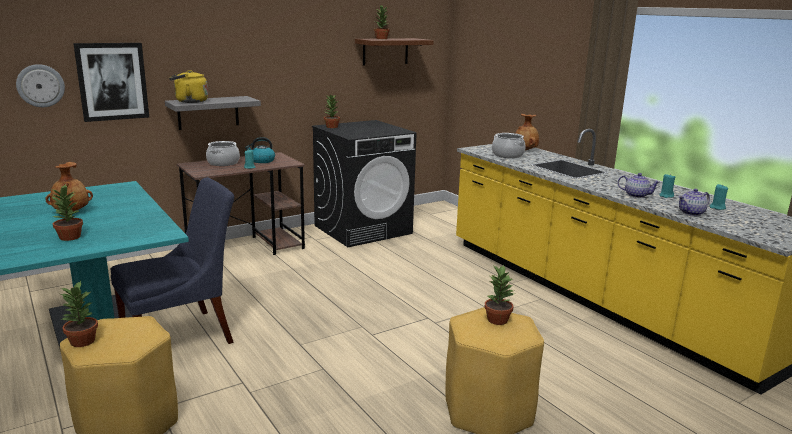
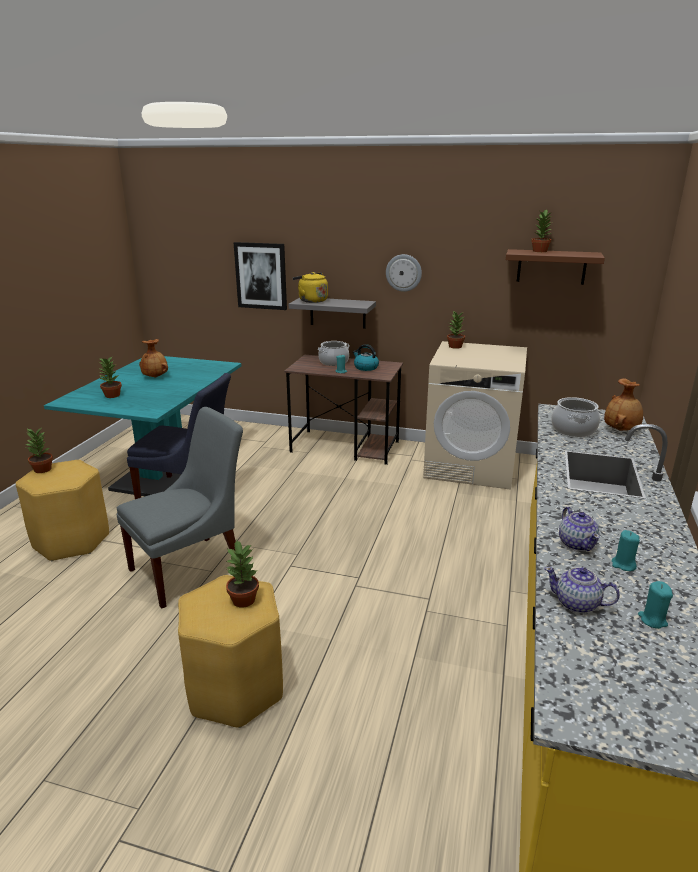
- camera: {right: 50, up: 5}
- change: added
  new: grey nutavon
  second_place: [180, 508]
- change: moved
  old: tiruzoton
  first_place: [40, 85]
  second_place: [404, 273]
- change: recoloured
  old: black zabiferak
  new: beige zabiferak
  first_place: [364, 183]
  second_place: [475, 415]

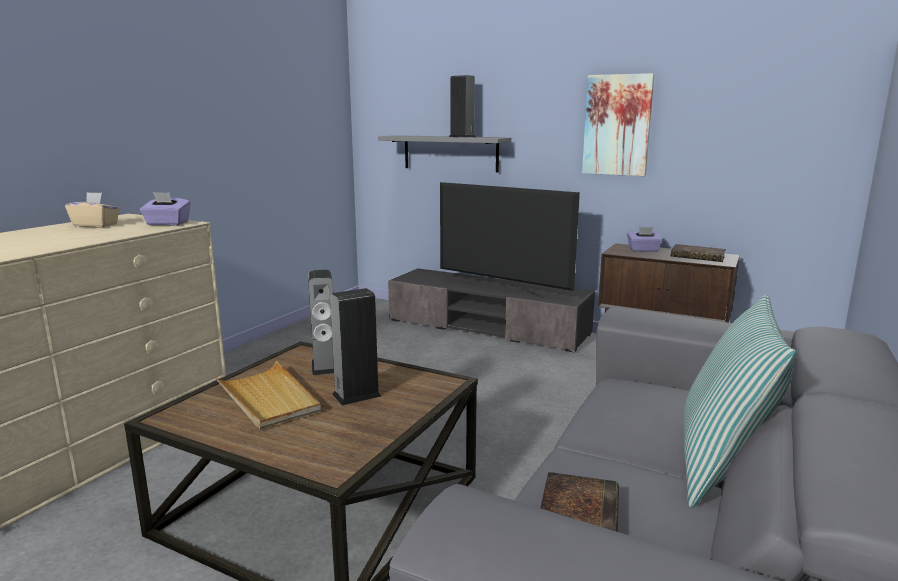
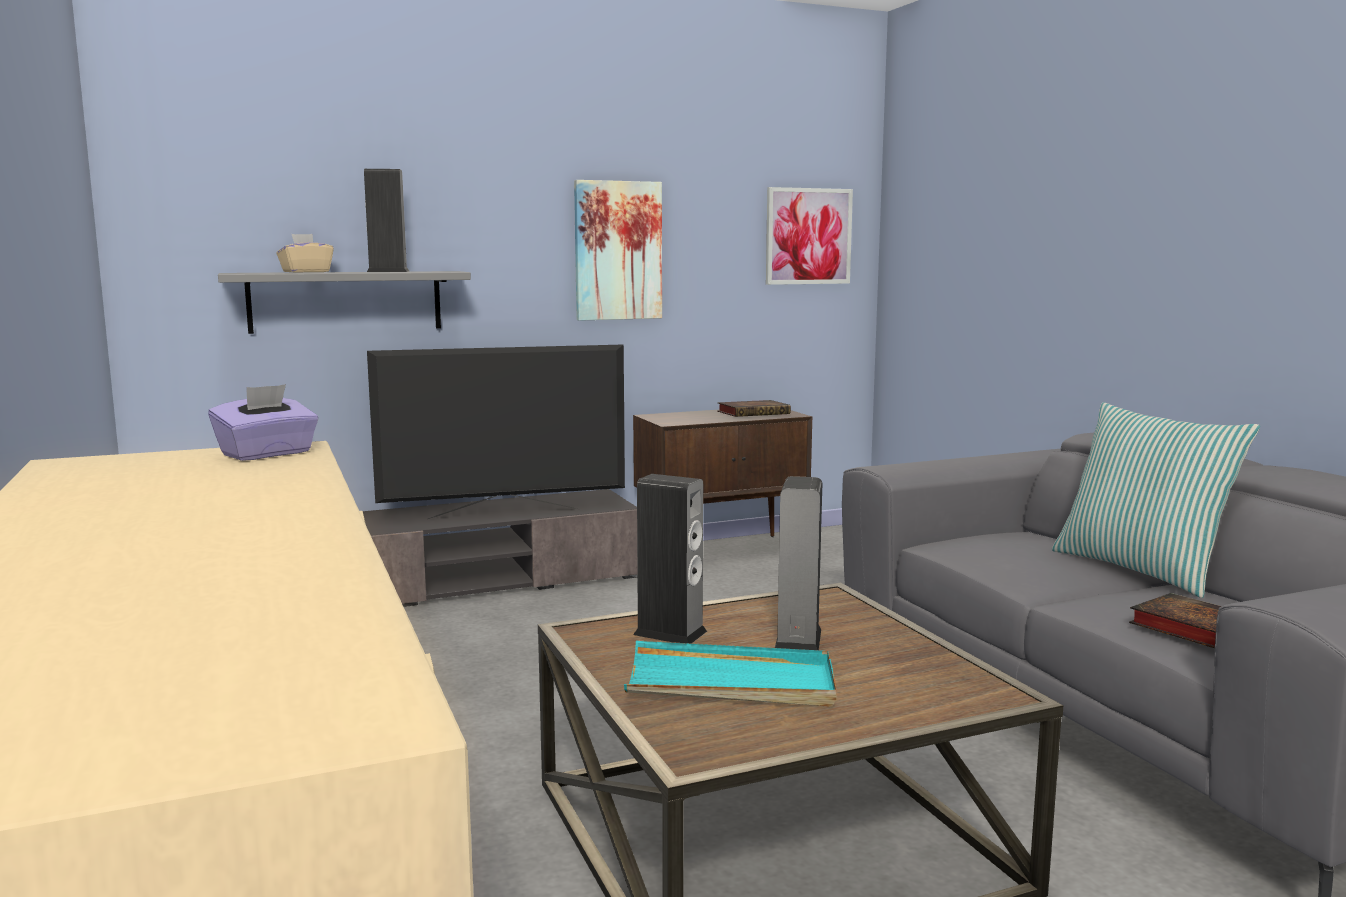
- camera: {right: -50, up: -5}
- change: moved
  old: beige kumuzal
  first_place: [92, 210]
  second_place: [305, 253]
- change: recoloured
  old: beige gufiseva
  new: turquoise gufiseva
  first_place: [267, 395]
  second_place: [730, 673]
- change: added
  new: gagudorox
  second_place: [809, 236]
- change: removed
  old: purple kumuzal
  first_place: [645, 239]

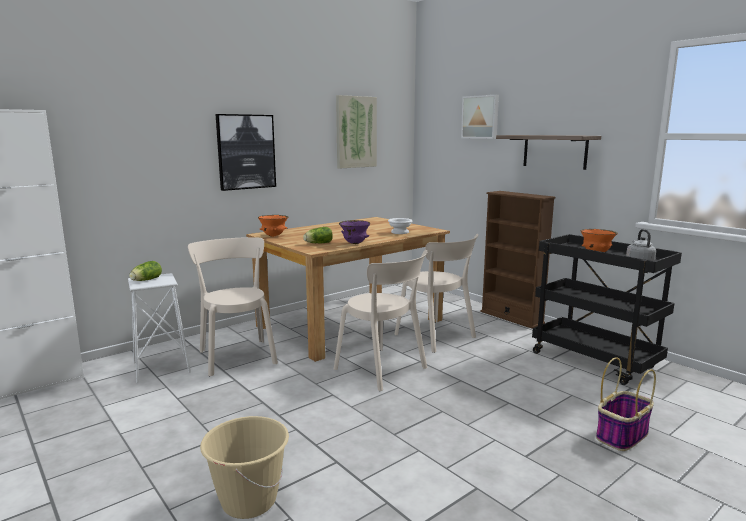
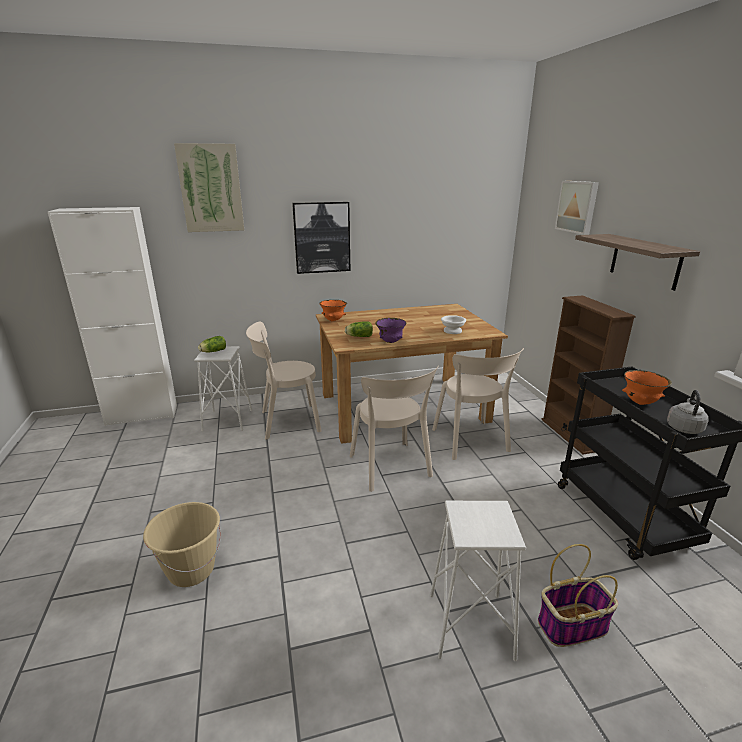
- camera: {right: 25, up: 10}
- change: moved
  old: gagudorox
  first_place: [356, 131]
  second_place: [209, 187]
- change: turned
  old: beige nutavon
  first_place: [233, 306]
  second_place: [283, 381]
  degrees: -105
- change: added
  new: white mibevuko
  second_place: [478, 581]

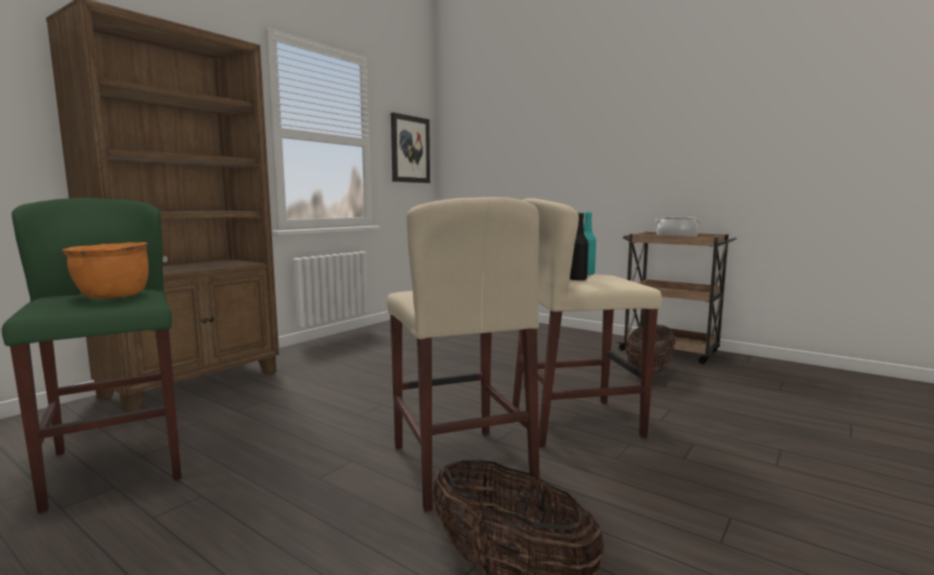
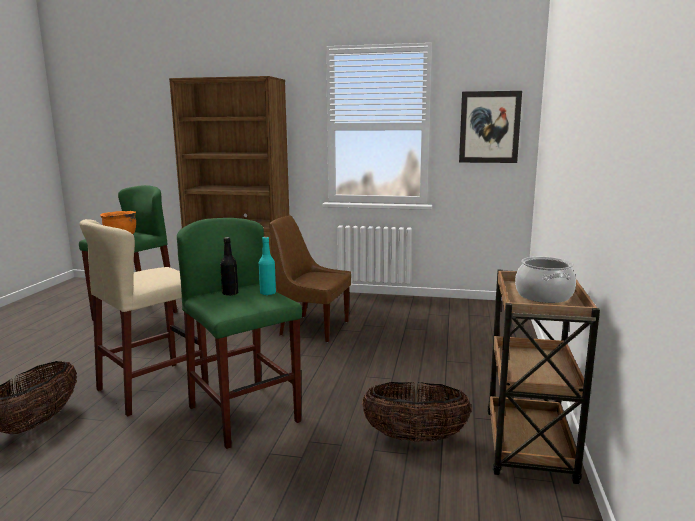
- camera: {right: 65, up: 5}
- change: recoloured
  old: beige mibevuko
  new: green mibevuko
  first_place: [587, 322]
  second_place: [239, 333]
- change: added
  new: brown nutavon
  second_place: [310, 278]

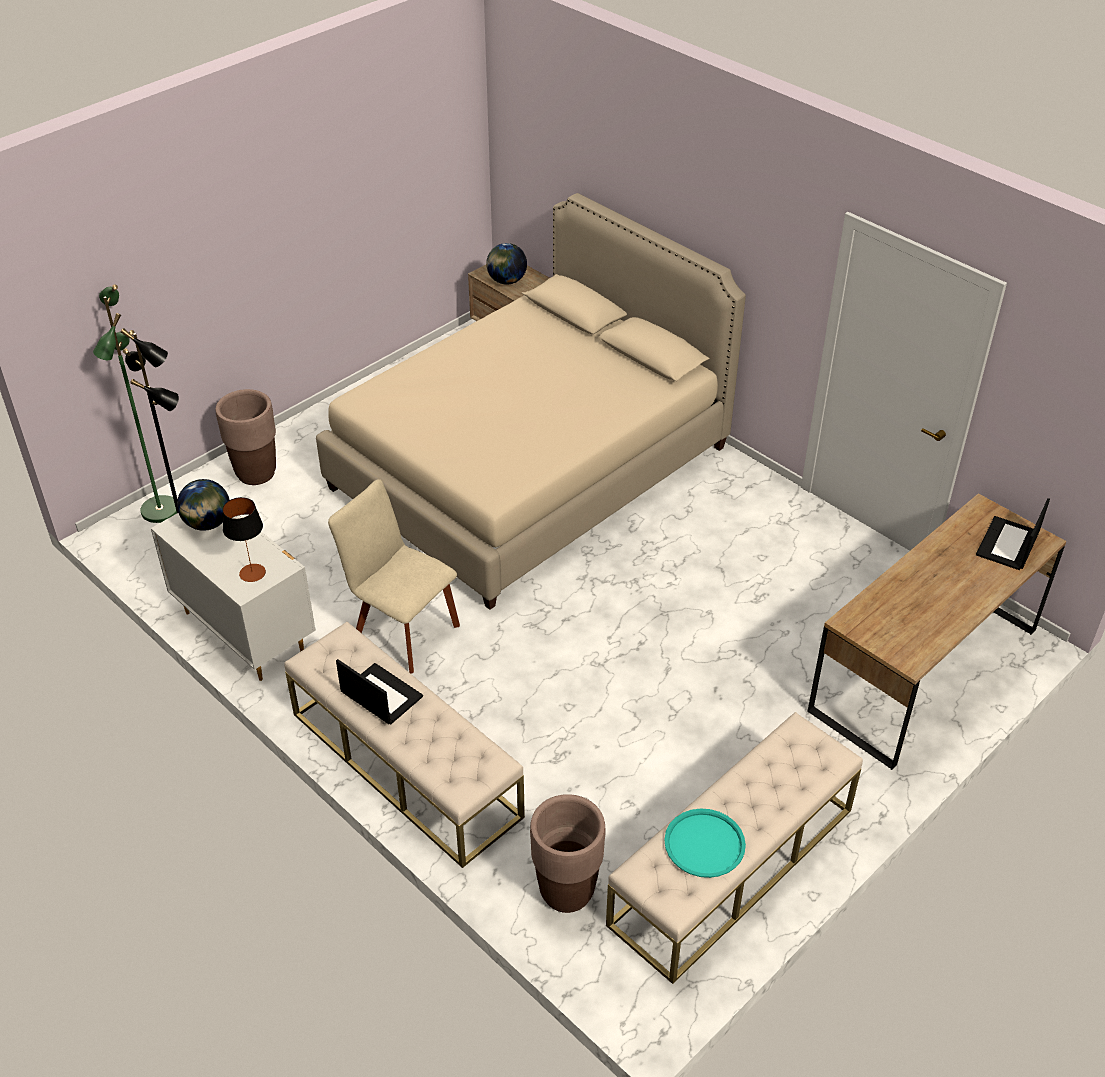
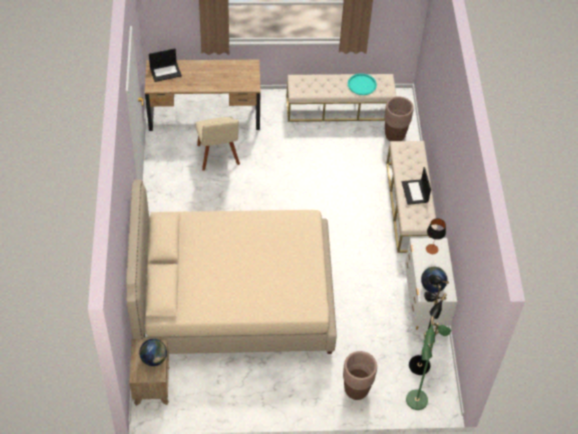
- camera: {right: -140, up: 10}
- change: moved
  old: beige nutavon
  first_place: [394, 576]
  second_place: [217, 144]

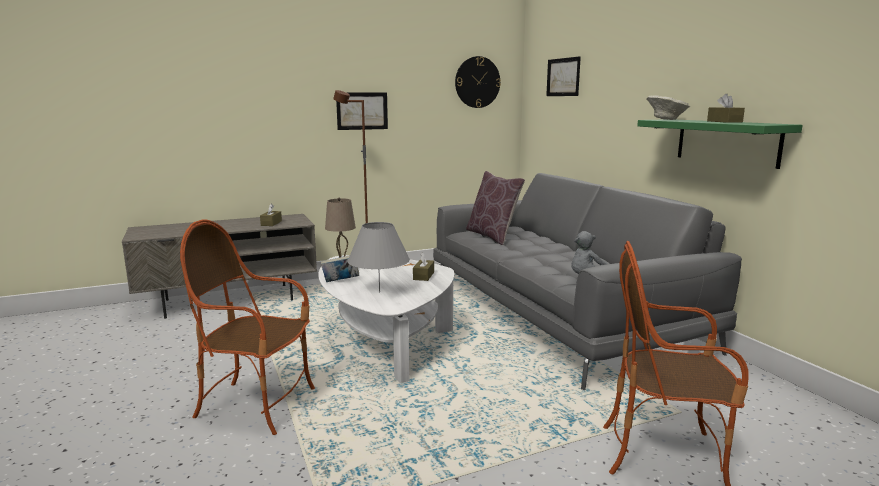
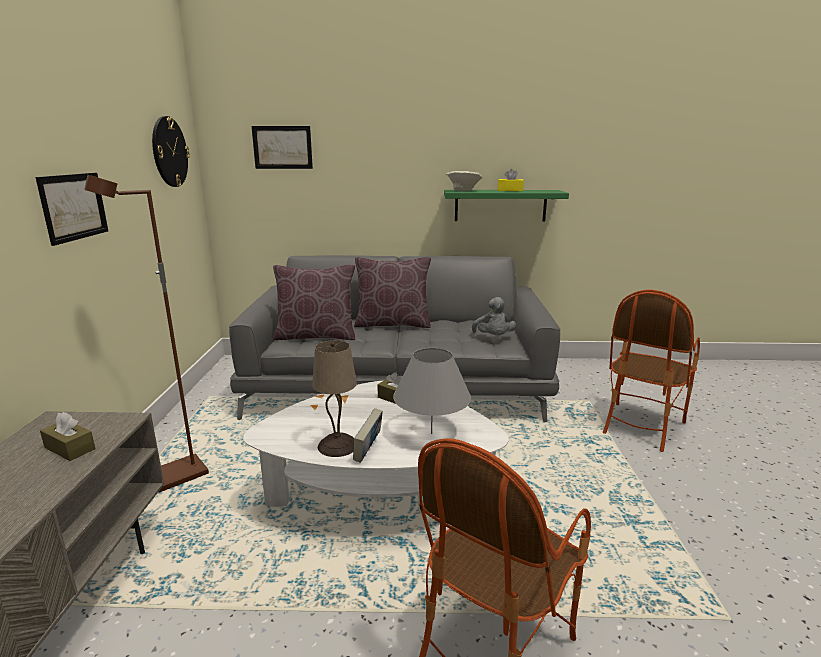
- camera: {right: -65, up: 5}
- change: added
  new: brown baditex
  second_place: [392, 292]
- change: recoloured
  old: brown kumuzal
  new: yellow kumuzal
  first_place: [726, 108]
  second_place: [511, 180]

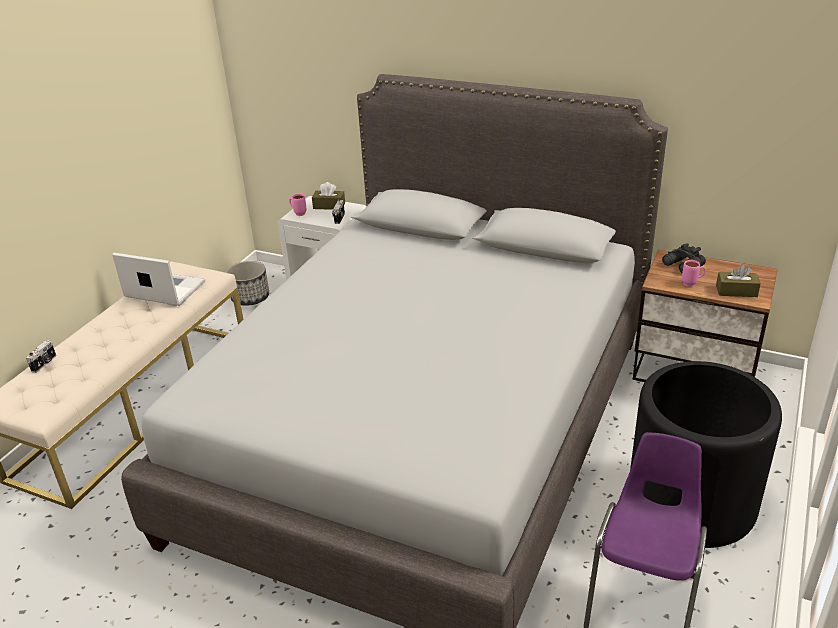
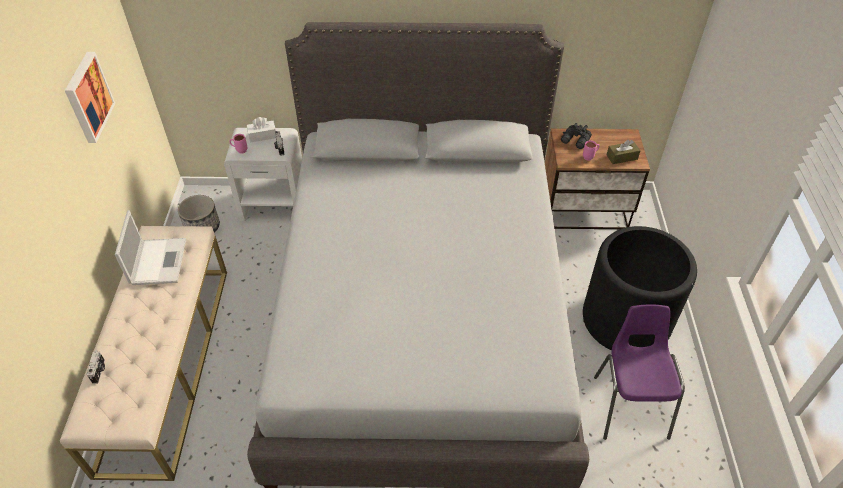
- camera: {right: -25, up: 15}
- change: added
  new: gagudorox
  second_place: [90, 97]
- change: turned
  old: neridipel
  first_place: [158, 279]
  second_place: [150, 247]
  degrees: 90
- change: recoloured
  old: brown kumuzal
  new: white kumuzal
  first_place: [328, 196]
  second_place: [261, 130]

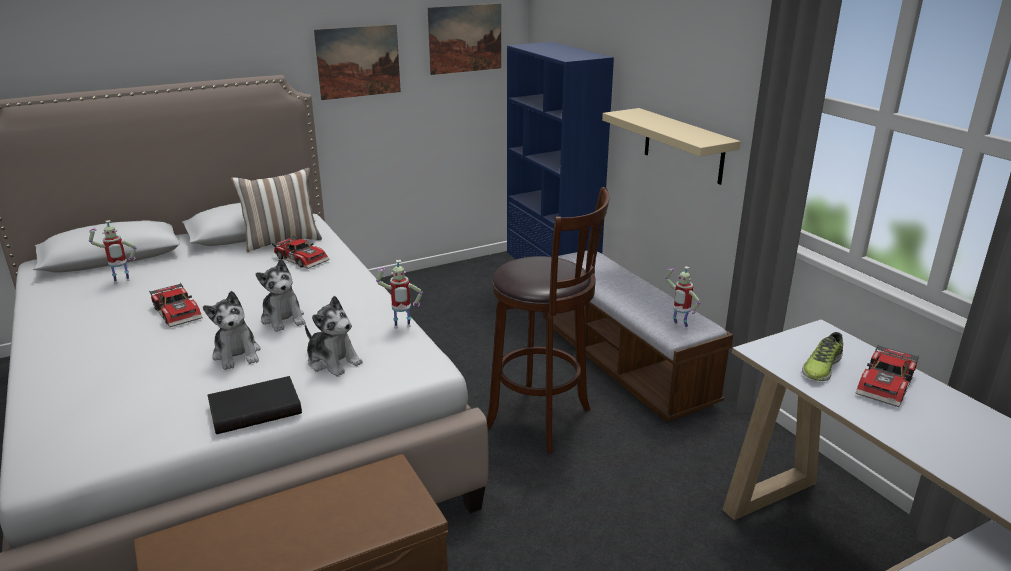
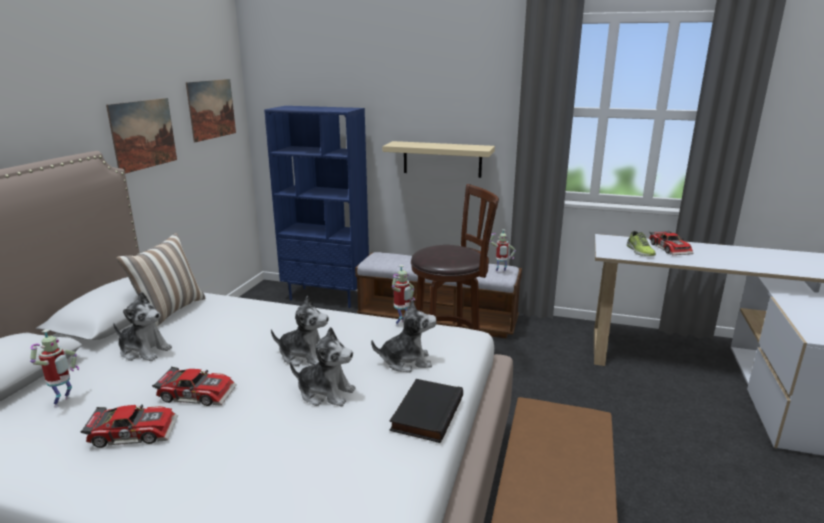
- camera: {right: -45, up: -5}
- change: moved
  old: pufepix
  first_place: [301, 252]
  second_place: [129, 426]
- change: added
  new: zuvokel
  second_place: [142, 326]

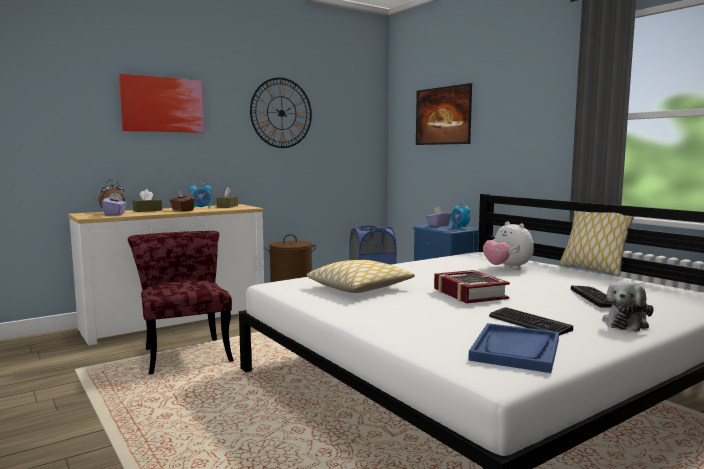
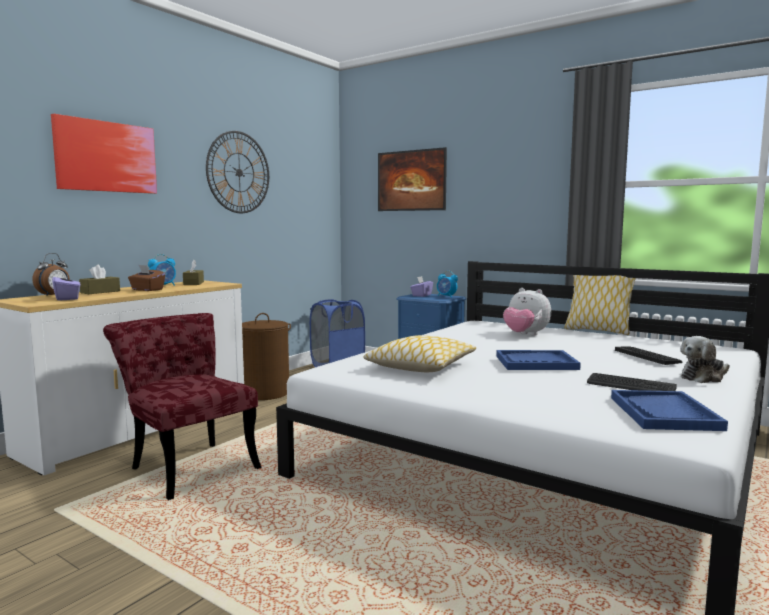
- camera: {right: -20, up: 0}
- change: replaced
  old: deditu
  new: blue gufiseva
  first_place: [472, 286]
  second_place: [538, 360]
- change: turned
  old: zuvokel
  first_place: [628, 306]
  second_place: [705, 359]
  degrees: 45

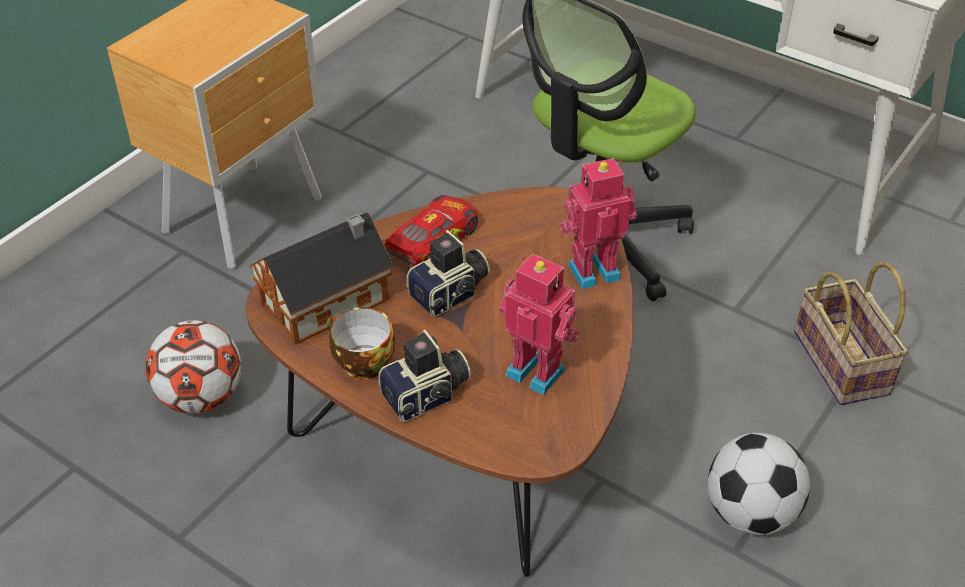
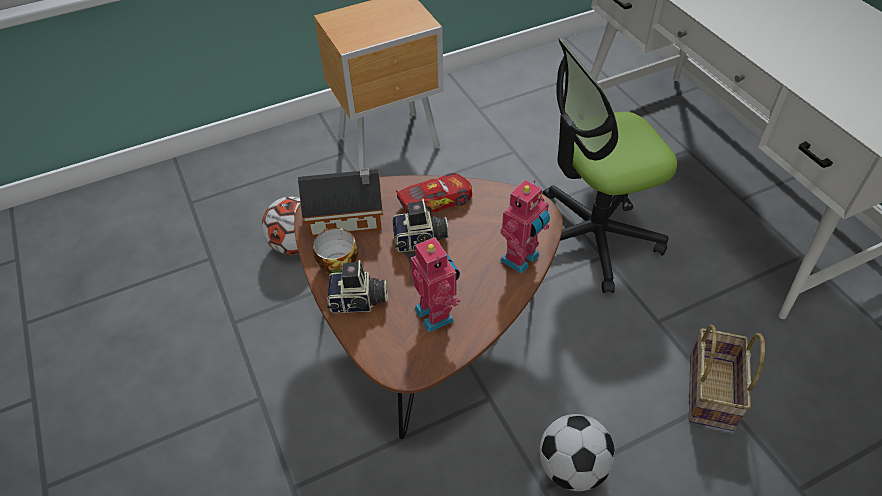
- camera: {right: 30, up: 5}
- change: turned
  old: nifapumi
  first_place: [598, 223]
  second_place: [525, 227]
  degrees: 120

